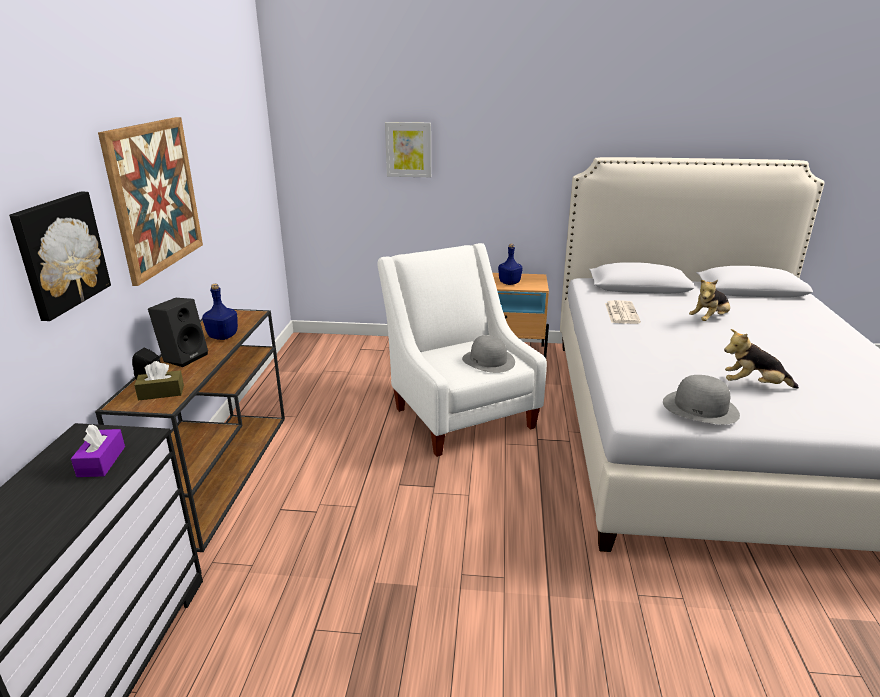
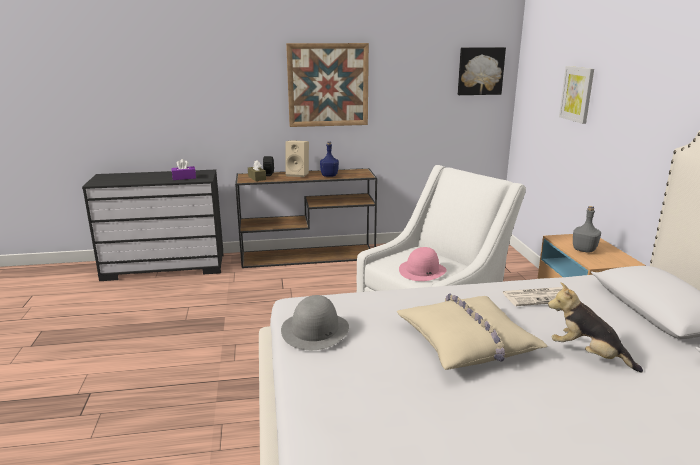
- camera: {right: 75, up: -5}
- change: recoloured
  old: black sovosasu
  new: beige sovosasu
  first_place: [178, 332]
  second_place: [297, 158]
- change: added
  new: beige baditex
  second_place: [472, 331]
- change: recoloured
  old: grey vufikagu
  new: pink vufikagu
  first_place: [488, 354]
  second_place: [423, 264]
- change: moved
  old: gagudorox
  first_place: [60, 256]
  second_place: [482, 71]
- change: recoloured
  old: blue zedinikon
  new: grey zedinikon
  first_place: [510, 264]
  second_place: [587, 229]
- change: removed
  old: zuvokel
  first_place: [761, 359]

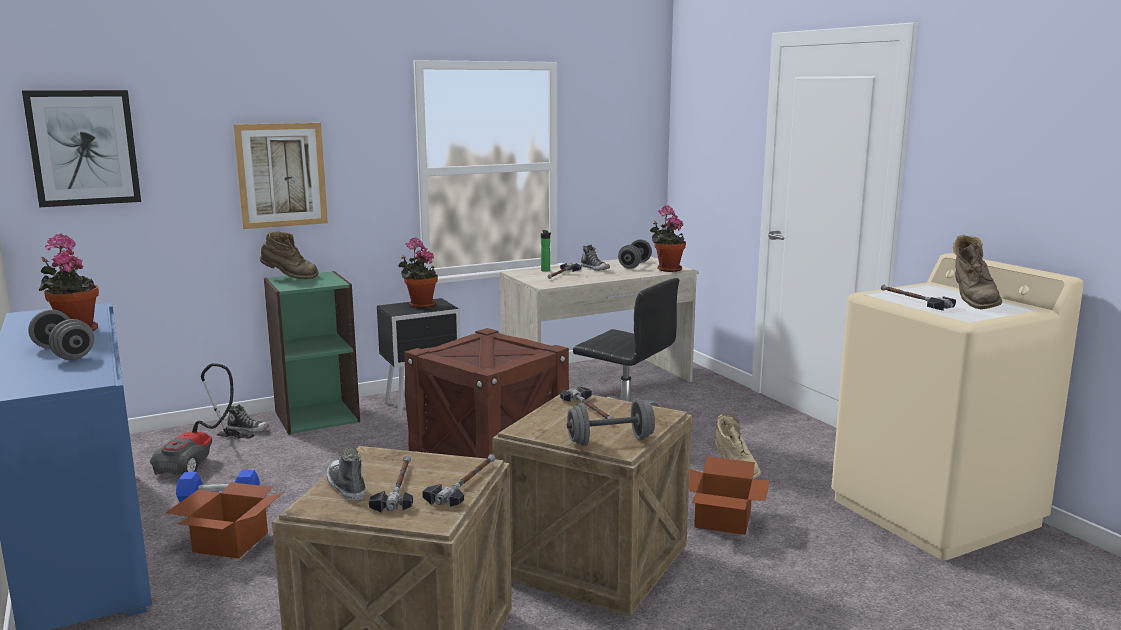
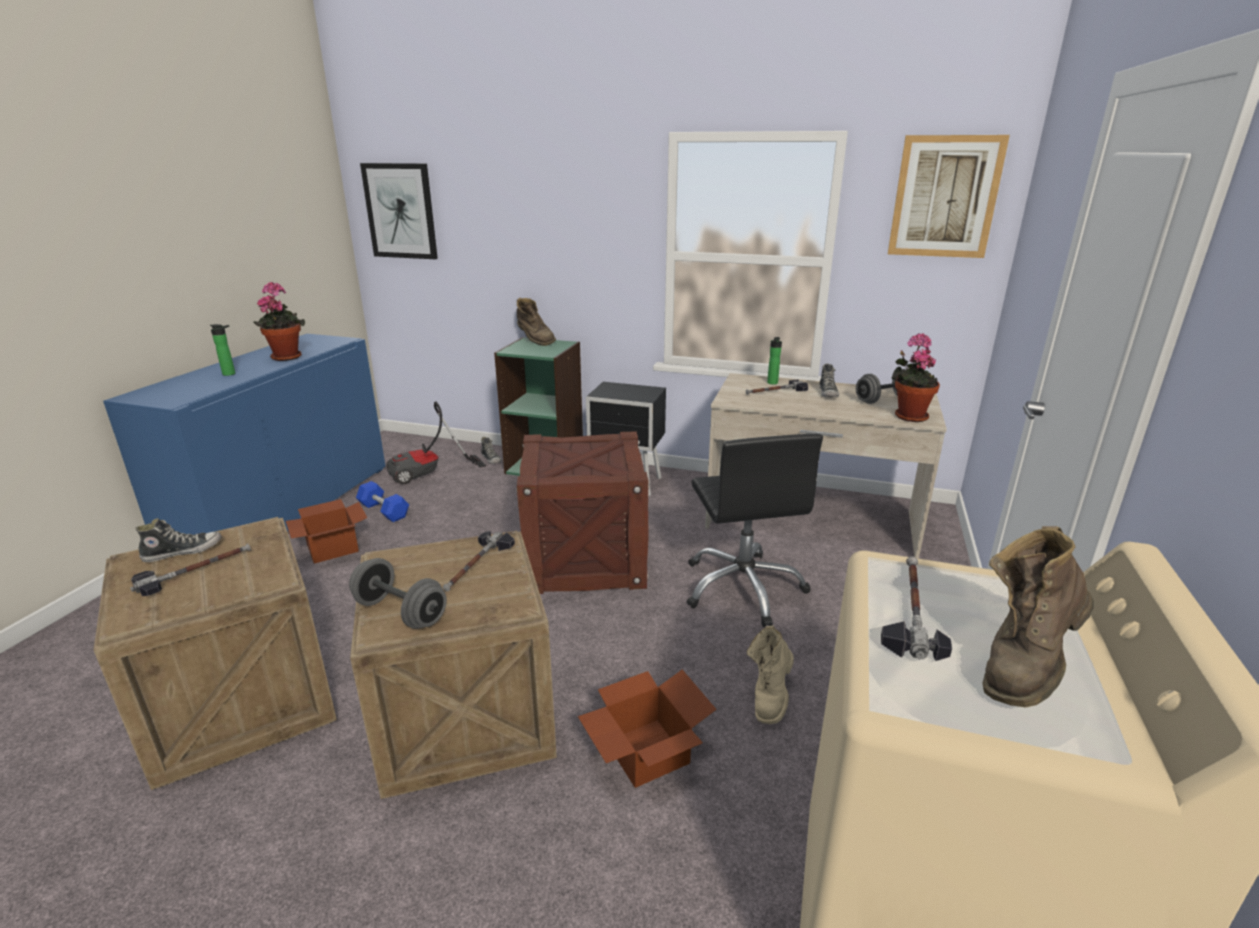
- camera: {right: 45, up: 10}
- change: turned
  old: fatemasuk
  first_place: [346, 473]
  second_place: [179, 540]
  degrees: 45
- change: replaced
  old: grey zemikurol
  new: zedinikon
  first_place: [61, 334]
  second_place: [222, 350]
- change: moved
  old: gagudorox
  first_place: [280, 176]
  second_place: [949, 196]
- change: removed
  old: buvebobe
  first_place: [418, 272]
- change: removed
  old: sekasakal
  first_place: [458, 480]

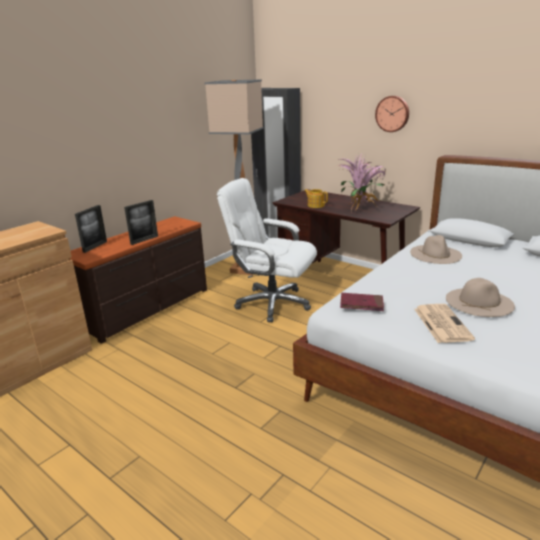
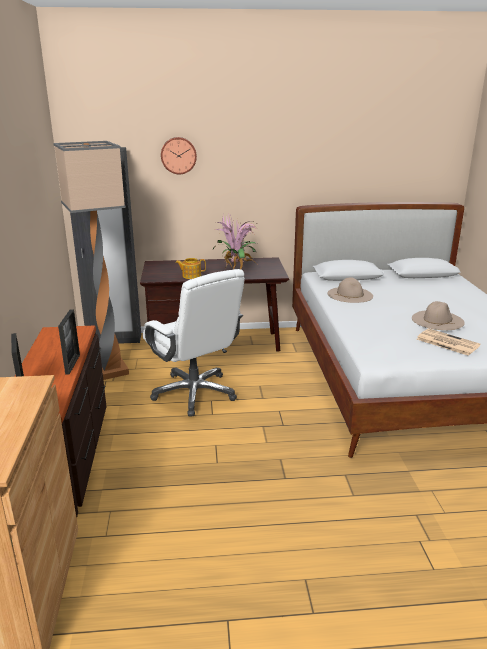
- camera: {right: -45, up: 0}
- change: turned
  old: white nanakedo
  first_place: [267, 250]
  second_place: [194, 342]
  degrees: -105
- change: moved
  old: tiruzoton
  first_place: [392, 114]
  second_place: [179, 155]
- change: removed
  old: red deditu
  first_place: [362, 302]

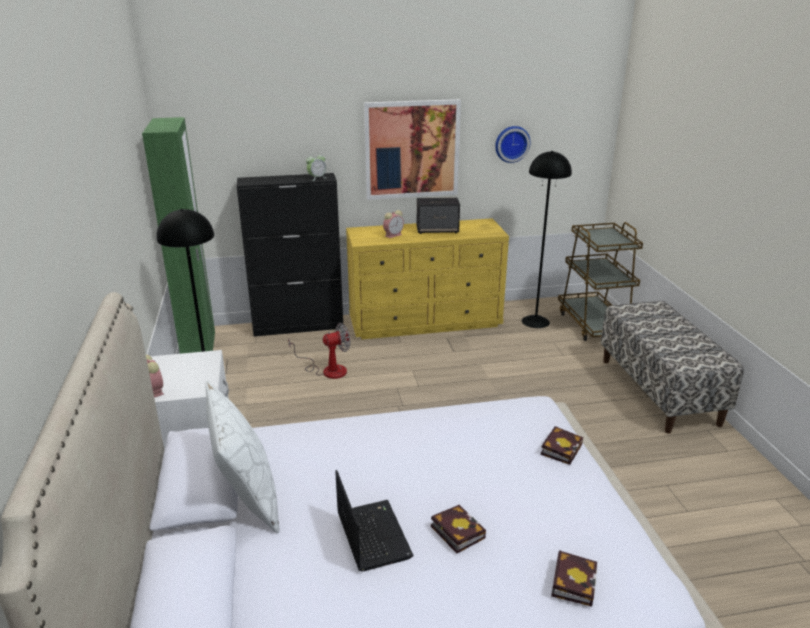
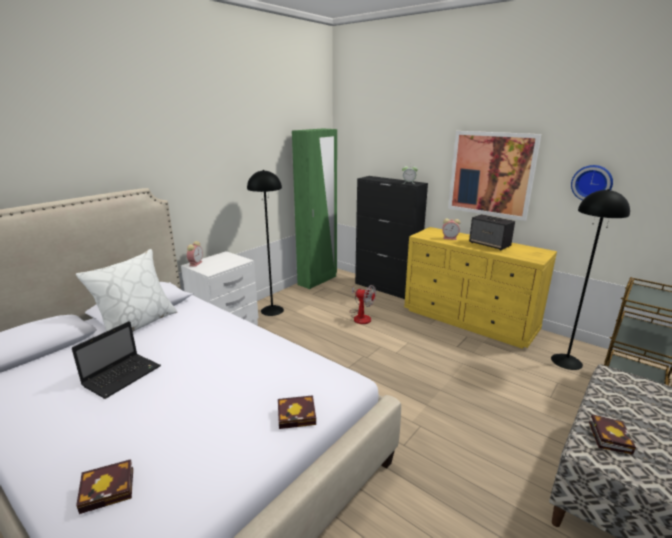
- camera: {right: 50, up: -5}
- change: moved
  old: deditu
  first_place: [458, 529]
  second_place: [612, 434]

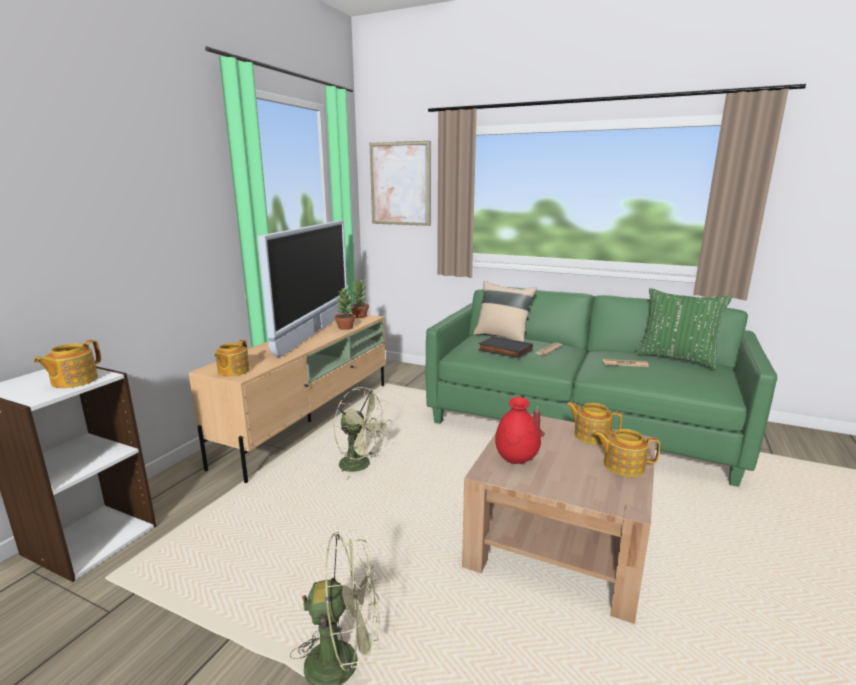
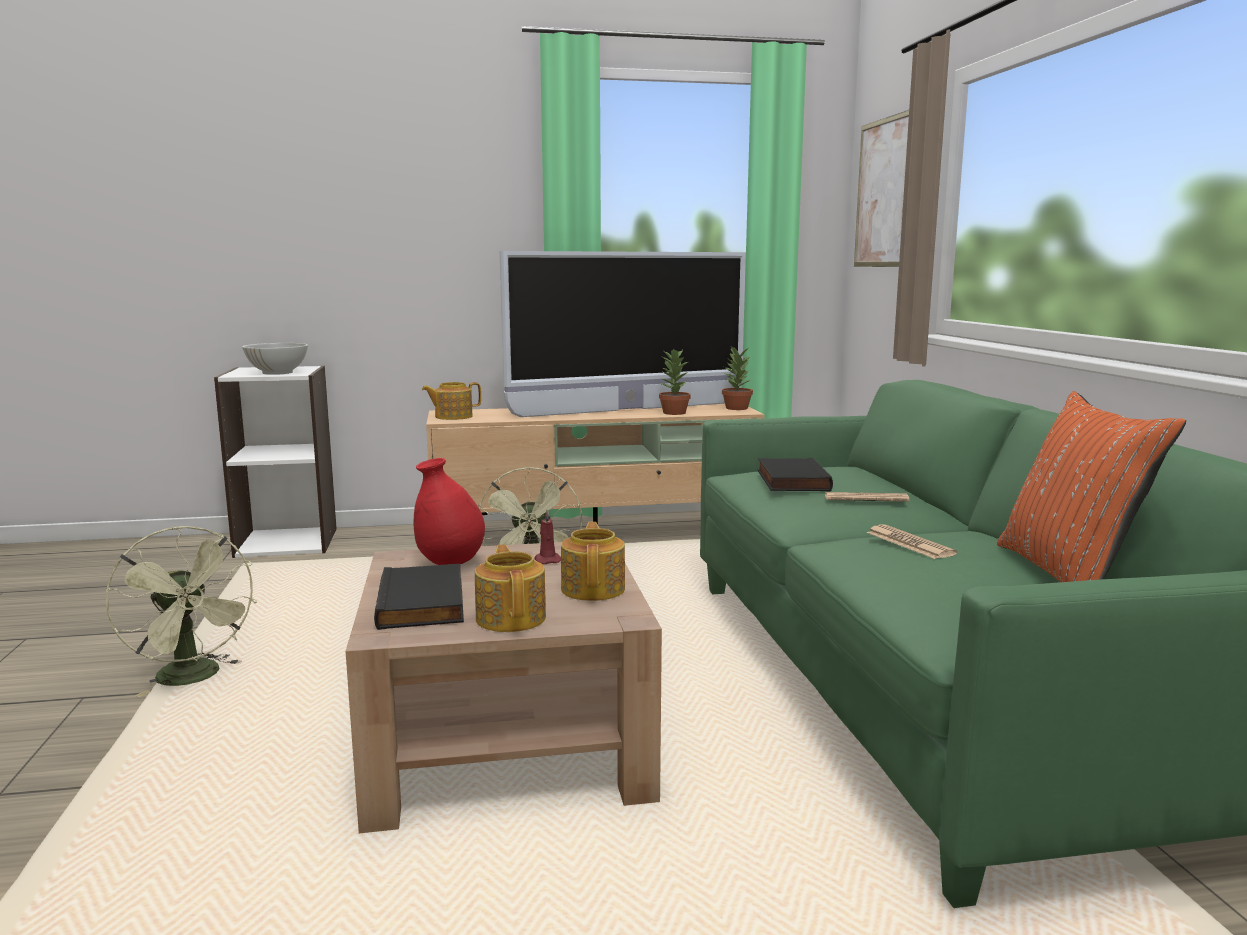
- camera: {right: 55, up: -5}
- change: replaced
  old: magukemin
  new: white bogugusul
  first_place: [67, 364]
  second_place: [275, 359]
- change: added
  new: black deditu
  second_place: [419, 597]
- change: recoloured
  old: green baditex
  new: orange baditex
  first_place: [683, 329]
  second_place: [1091, 486]
- change: removed
  old: beige baditex
  first_place: [505, 311]

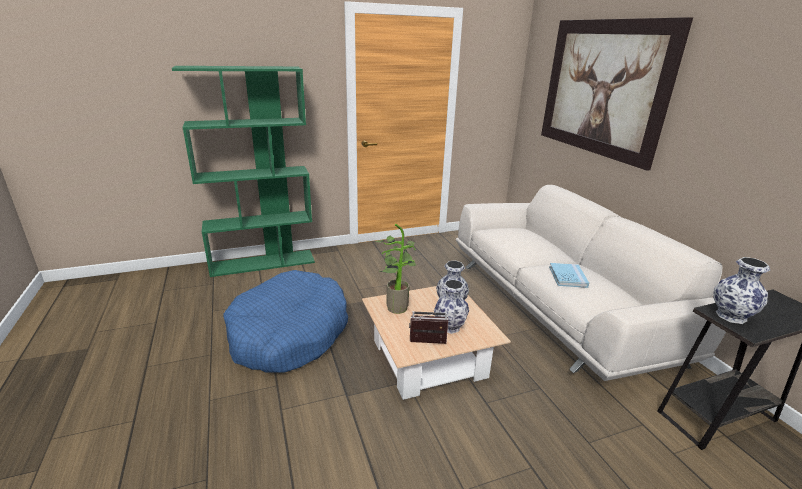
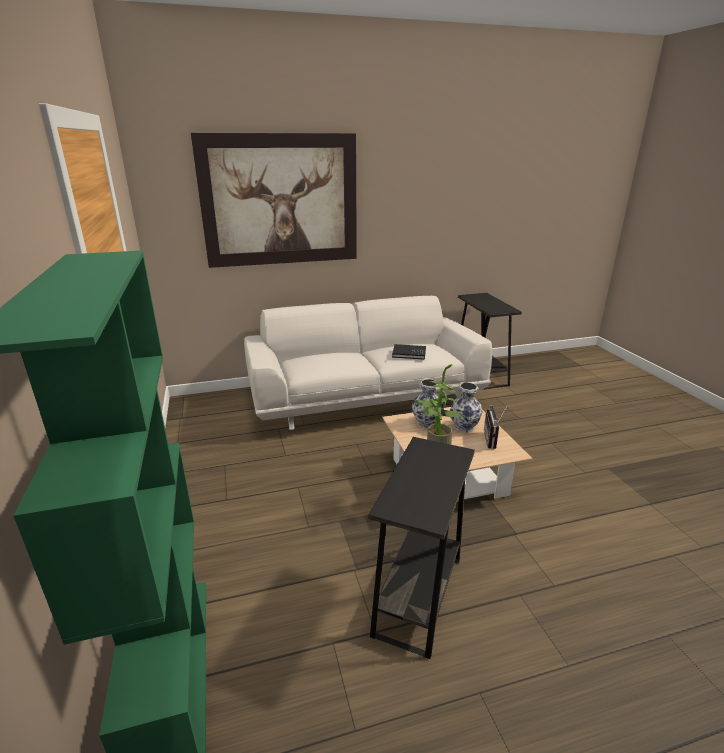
- camera: {right: -85, up: 0}
- change: replaced
  old: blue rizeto
  new: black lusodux
  first_place: [285, 321]
  second_place: [421, 548]
- change: recoloured
  old: blue deditu
  new: black deditu
  first_place: [569, 275]
  second_place: [409, 352]
- change: removed
  old: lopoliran
  first_place: [741, 290]

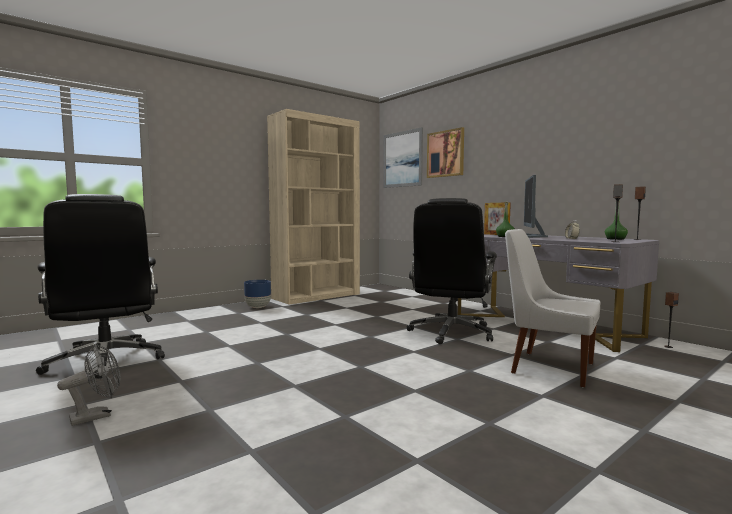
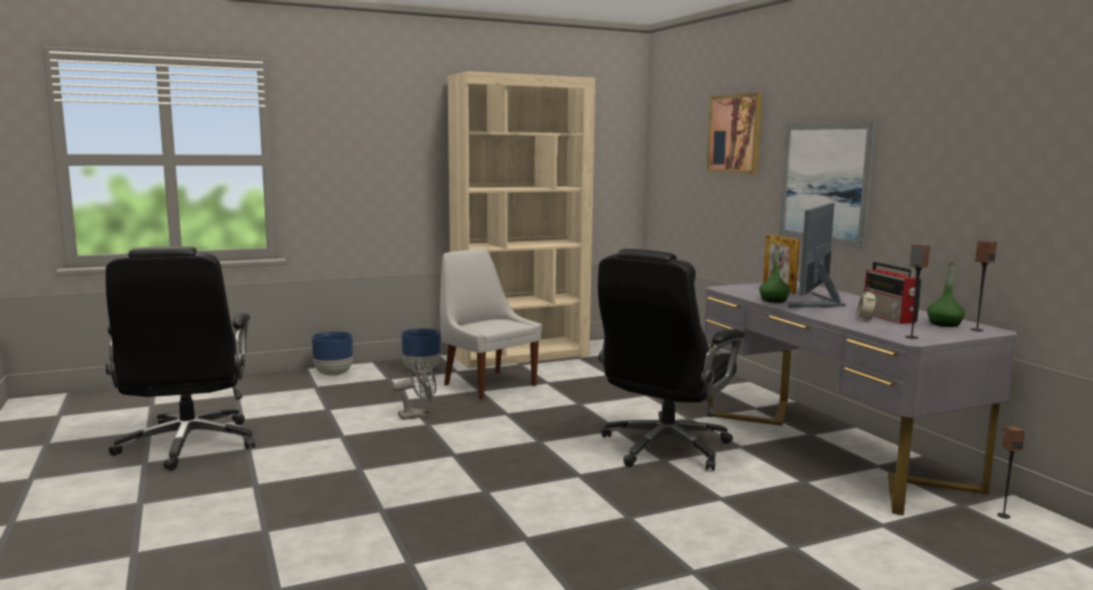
- camera: {right: 15, up: 5}
- change: added
  new: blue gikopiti
  second_place: [332, 353]
- change: moved
  old: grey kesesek
  first_place: [88, 385]
  second_place: [414, 388]
- change: moved
  old: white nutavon
  first_place: [552, 308]
  second_place: [491, 324]
- change: moved
  old: gagudorox
  first_place: [403, 157]
  second_place: [827, 185]
- change: added
  new: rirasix
  second_place: [892, 293]

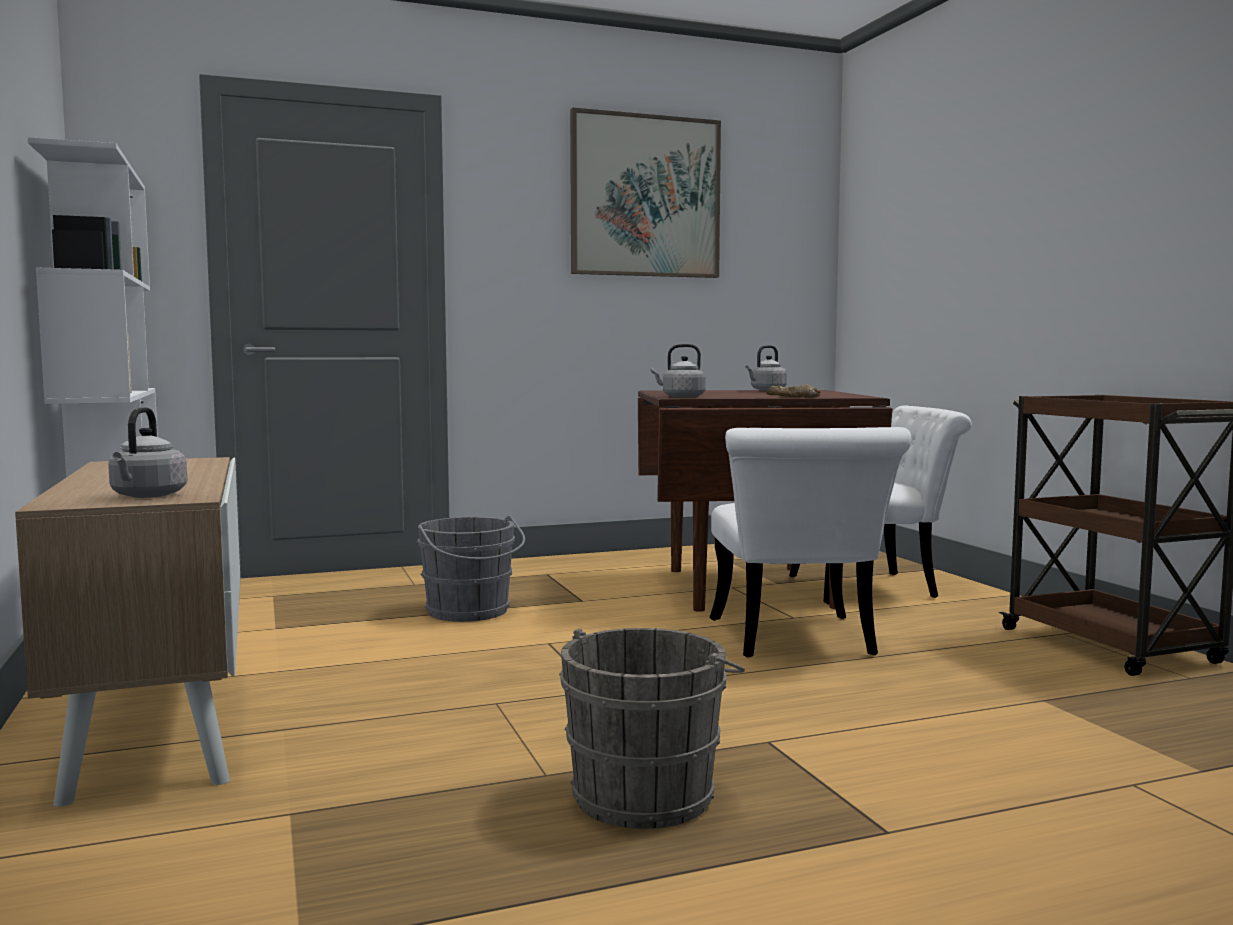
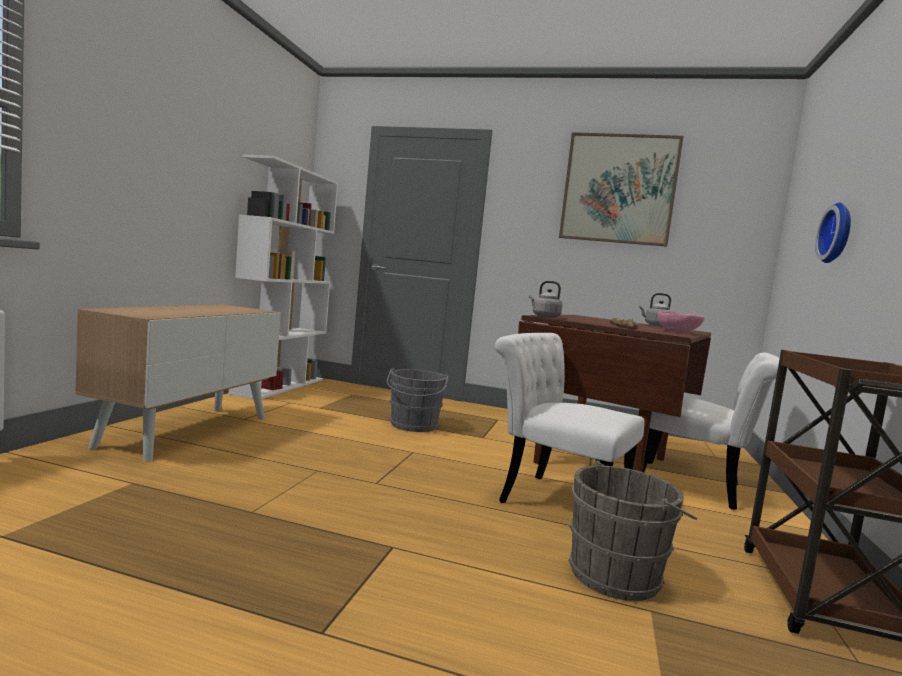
- camera: {right: 35, up: 0}
- change: turned
  old: white nutavon
  first_place: [810, 542]
  second_place: [570, 418]
  degrees: 90
- change: moved
  old: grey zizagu
  first_place: [652, 728]
  second_place: [632, 530]
- change: added
  new: pink bogugusul
  second_place: [681, 321]
- change: added
  new: tiruzoton
  second_place: [833, 232]
- change: removed
  old: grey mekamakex
  first_place: [147, 452]

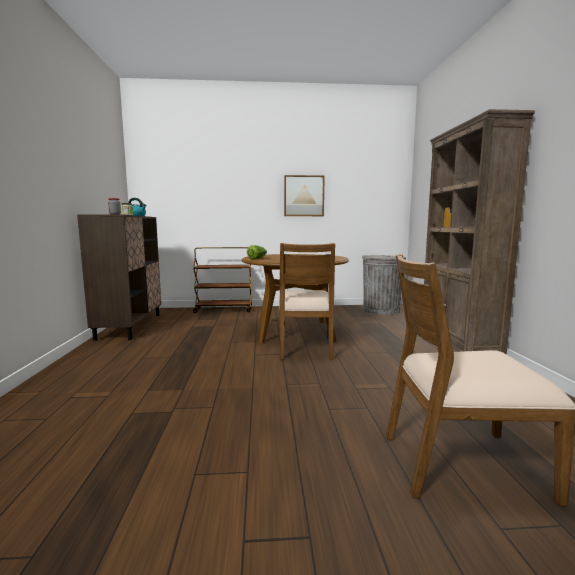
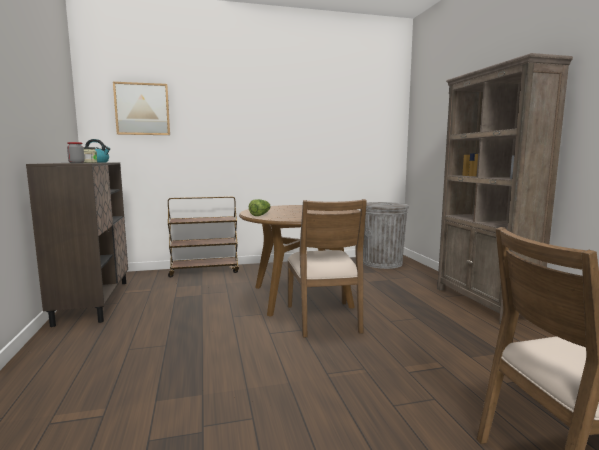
- camera: {right: -10, up: 0}
- change: moved
  old: gagudorox
  first_place: [304, 195]
  second_place: [141, 108]

